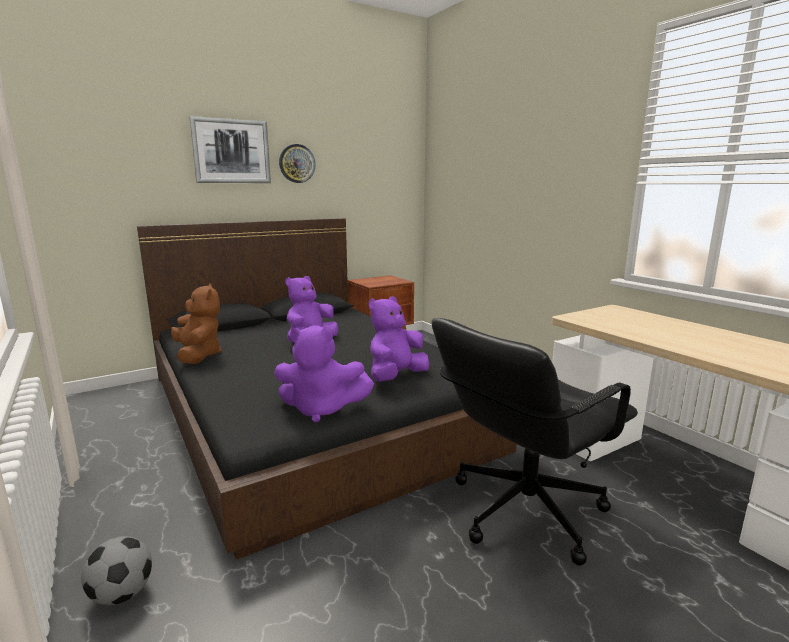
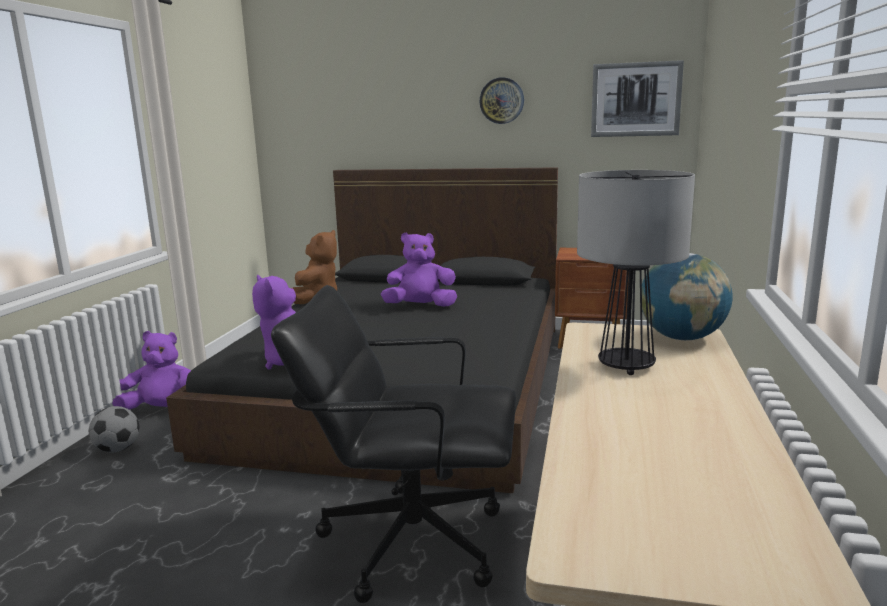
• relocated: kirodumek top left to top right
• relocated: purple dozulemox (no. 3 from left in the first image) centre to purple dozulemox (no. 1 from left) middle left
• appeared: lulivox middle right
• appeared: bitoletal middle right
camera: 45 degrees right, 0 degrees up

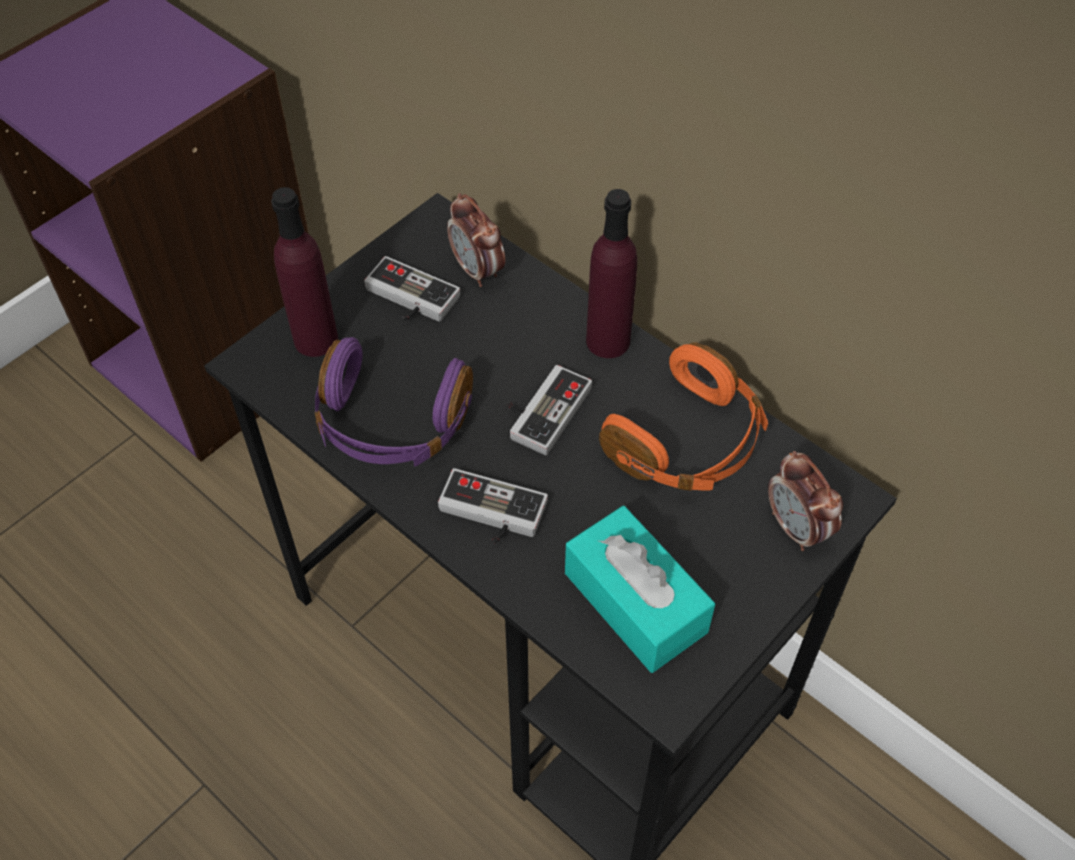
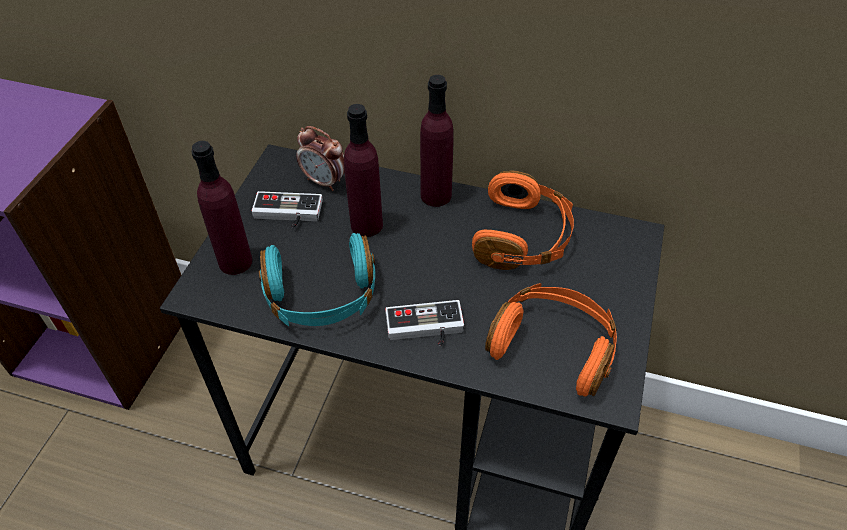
• colour: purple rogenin centre to turquoise rogenin centre
• missing: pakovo (no. 3 from left) centre
• missing: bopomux (no. 2 from left) middle right
• exchanged: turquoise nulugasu bottom centre to orange rogenin (no. 2 from left) centre
• appeared: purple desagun (no. 2 from left) top centre
camera: 25 degrees left, 5 degrees down

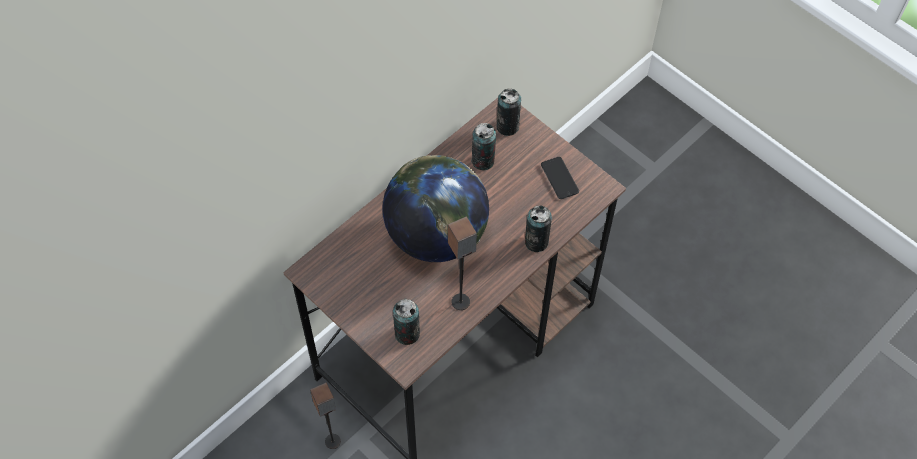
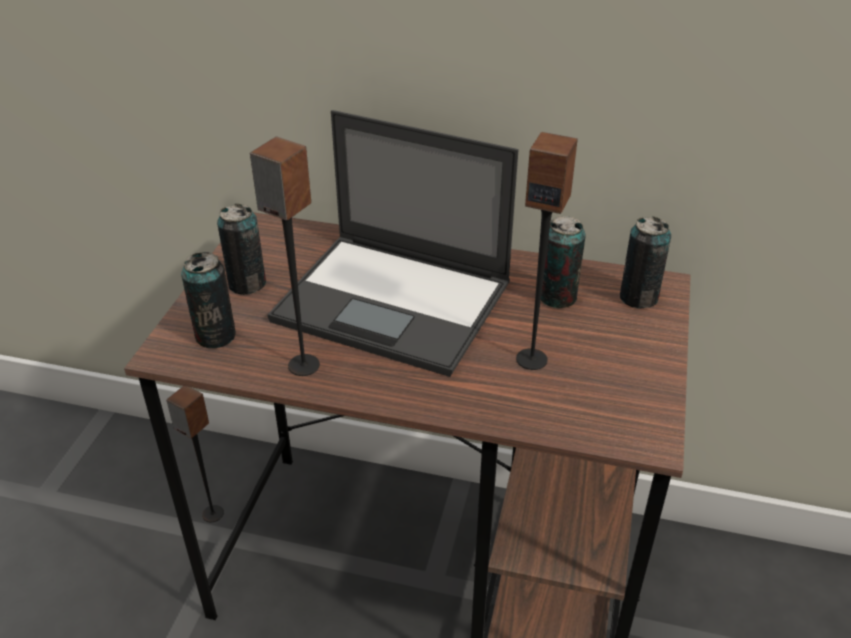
• exchanged: bitoletal centre to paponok centre
• missing: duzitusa centre
• relocated: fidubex (no. 4 from left in the first image) centre to fidubex (no. 2 from left) middle left
• appeared: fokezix (no. 3 from left) centre
camera: 60 degrees right, 20 degrees down

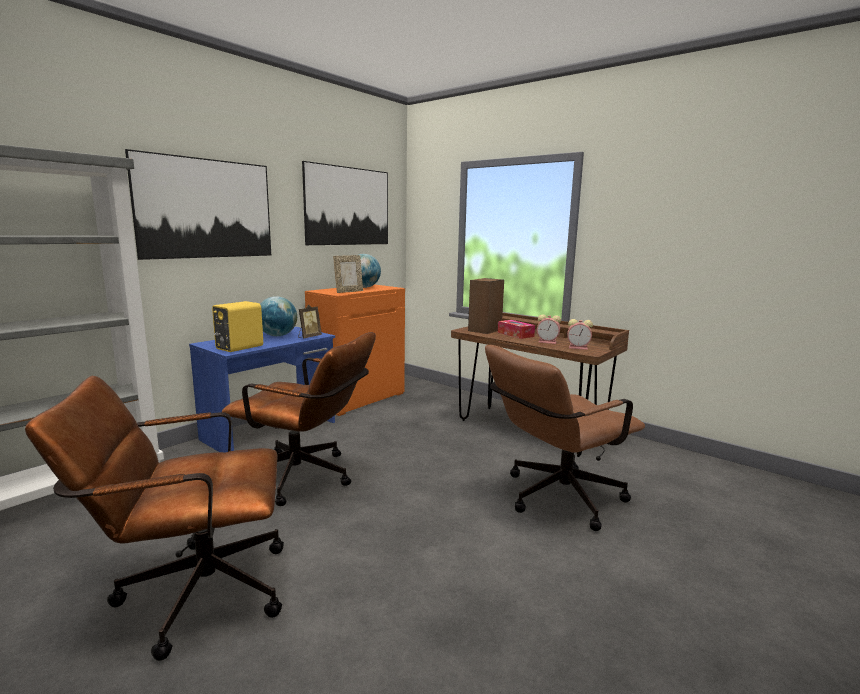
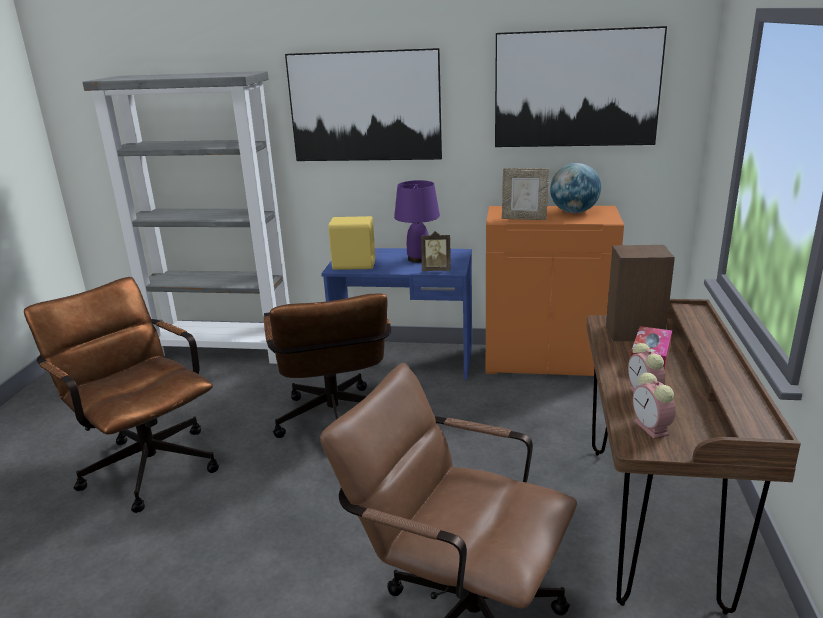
• exchanged: bitoletal (no. 1 from left) middle left to purple lulivox centre
camera: 60 degrees right, 10 degrees up

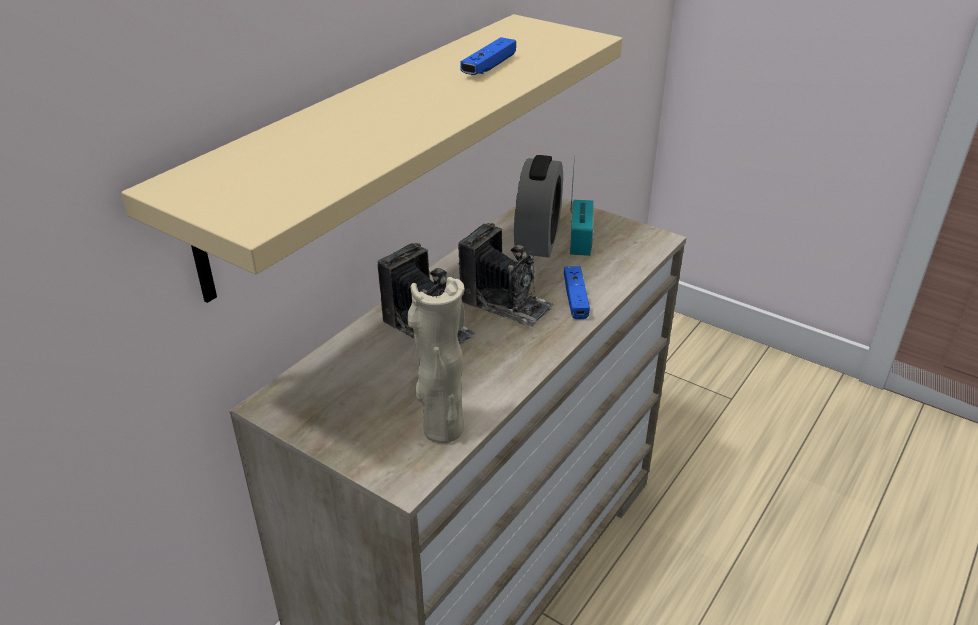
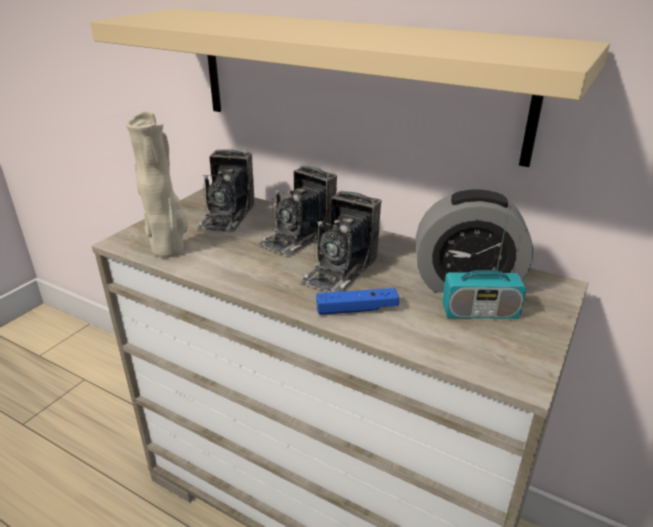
• missing: blue pakovo (no. 1 from left) top centre
• appeared: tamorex (no. 1 from left) centre
camera: 85 degrees right, 5 degrees down

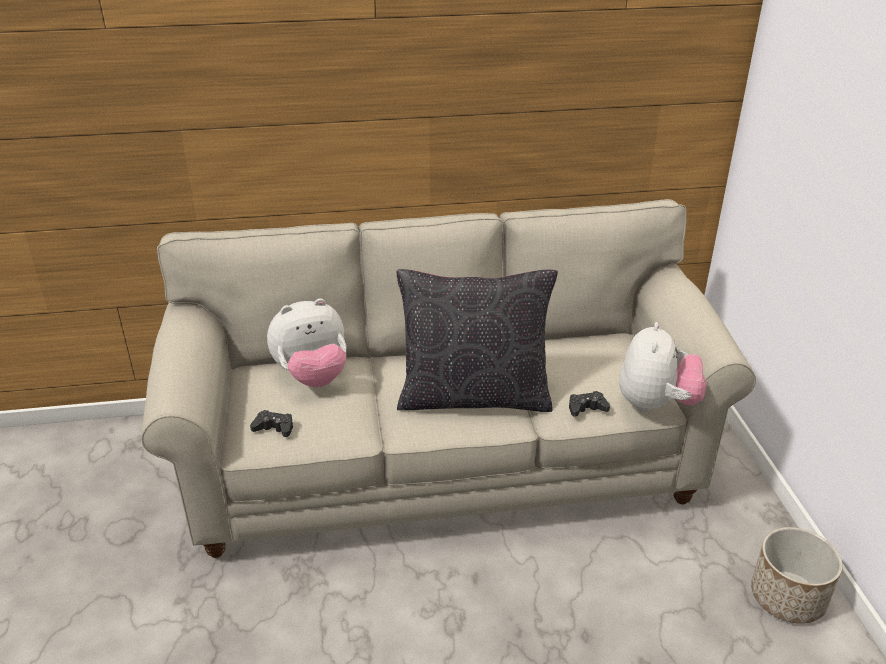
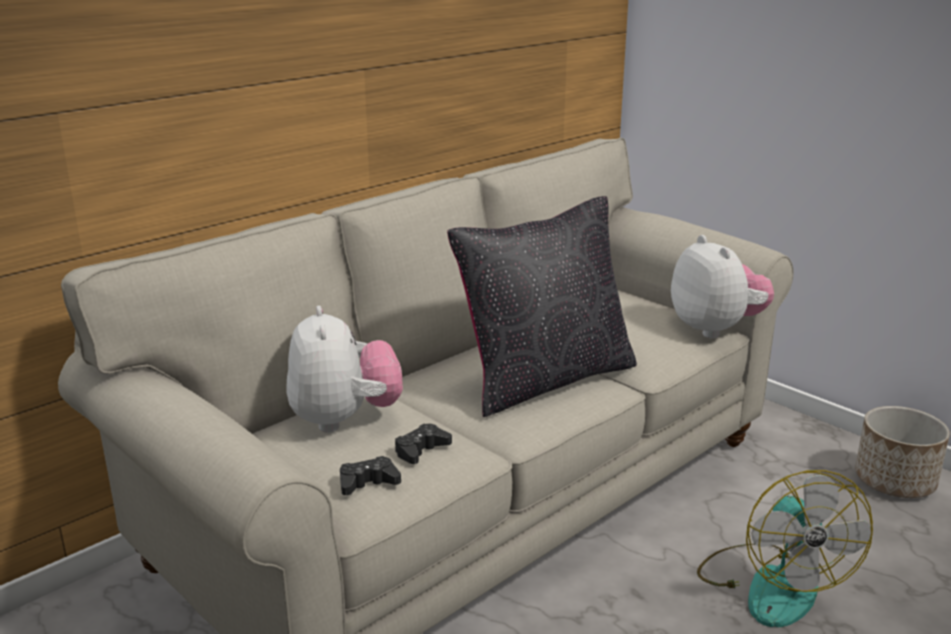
• spun: dozulemox (no. 1 from left) centre = centre 45 degrees counterclockwise
• relocated: black pakovo (no. 2 from left) centre to bottom centre
• appeared: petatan bottom right
camera: 35 degrees left, 10 degrees down

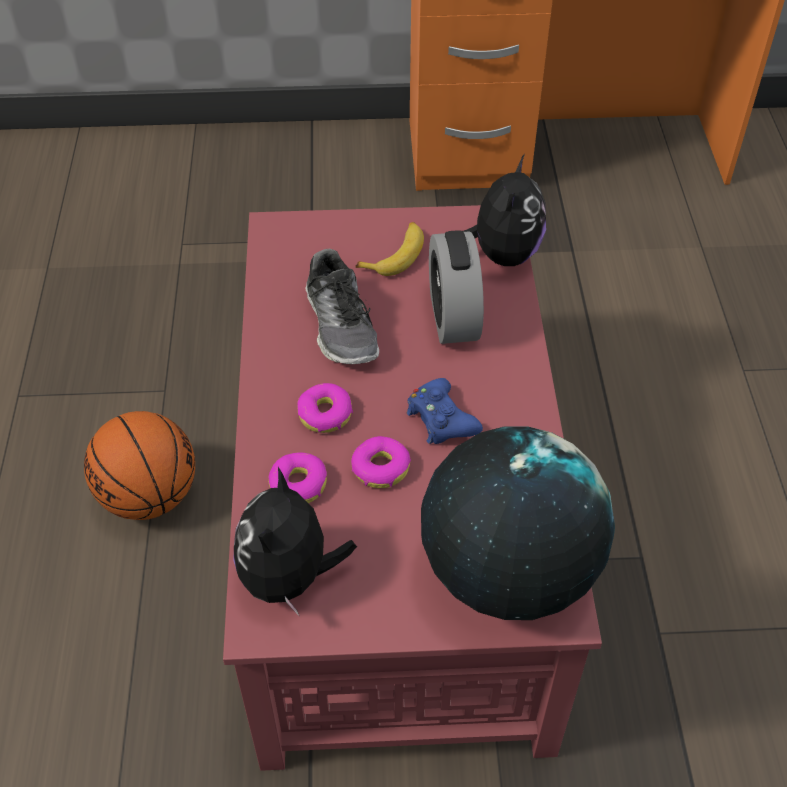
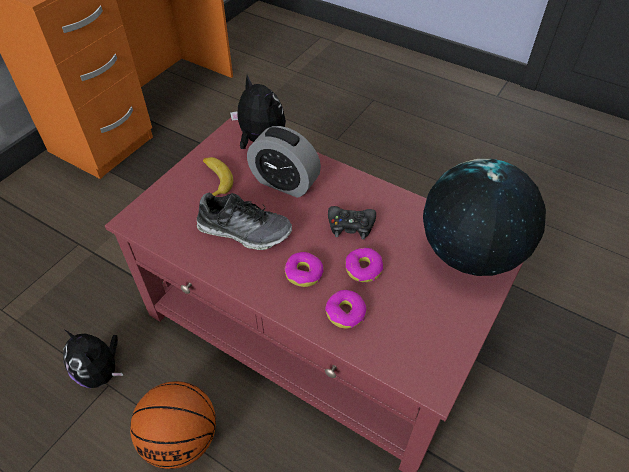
• colour: blue pakovo centre to black pakovo centre
• relocated: dozulemox (no. 1 from left) bottom centre to bottom left
camera: 55 degrees left, 0 degrees up

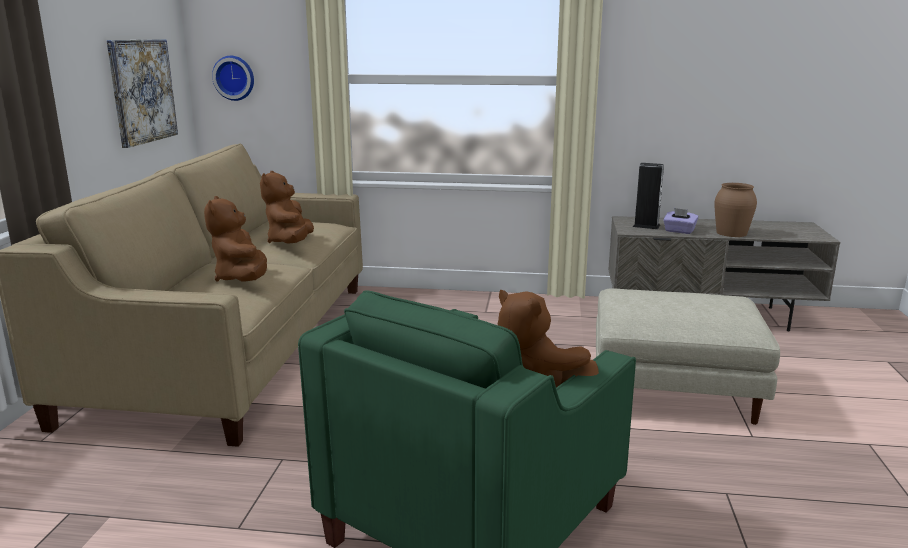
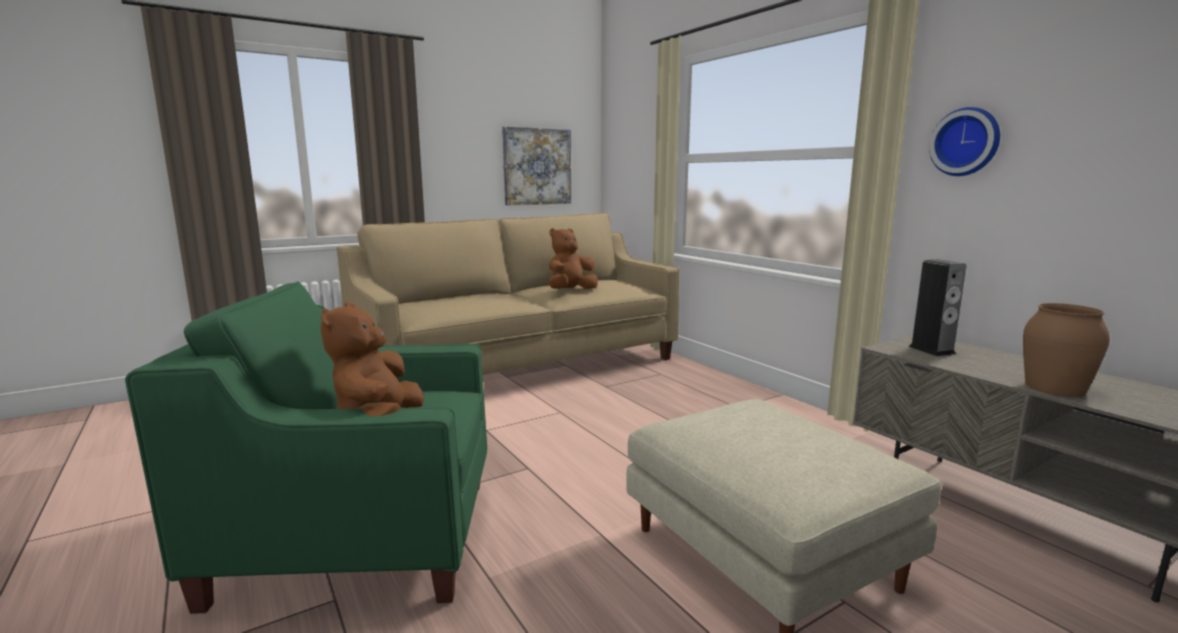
• relocated: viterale top left to top right
• missing: brown dozulemox (no. 1 from left) middle left
• missing: purple nulugasu middle right
camera: 50 degrees right, 5 degrees down

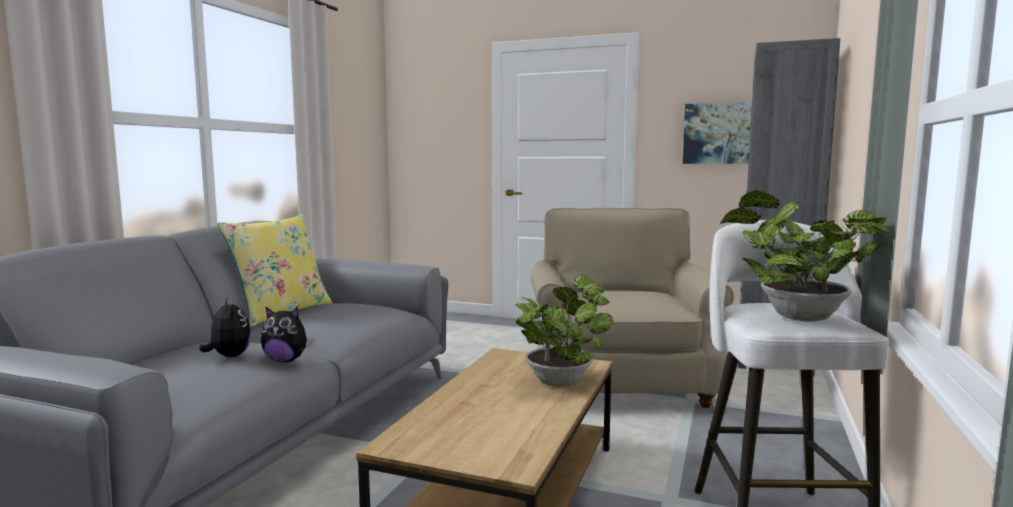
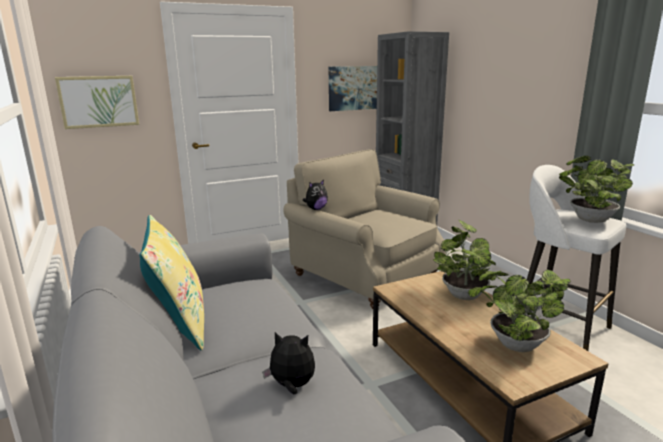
• relocated: dozulemox (no. 2 from left) middle left to centre
• appeared: kirodumek (no. 1 from left) top left
• appeared: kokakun (no. 2 from left) bottom right
camera: 45 degrees left, 10 degrees up

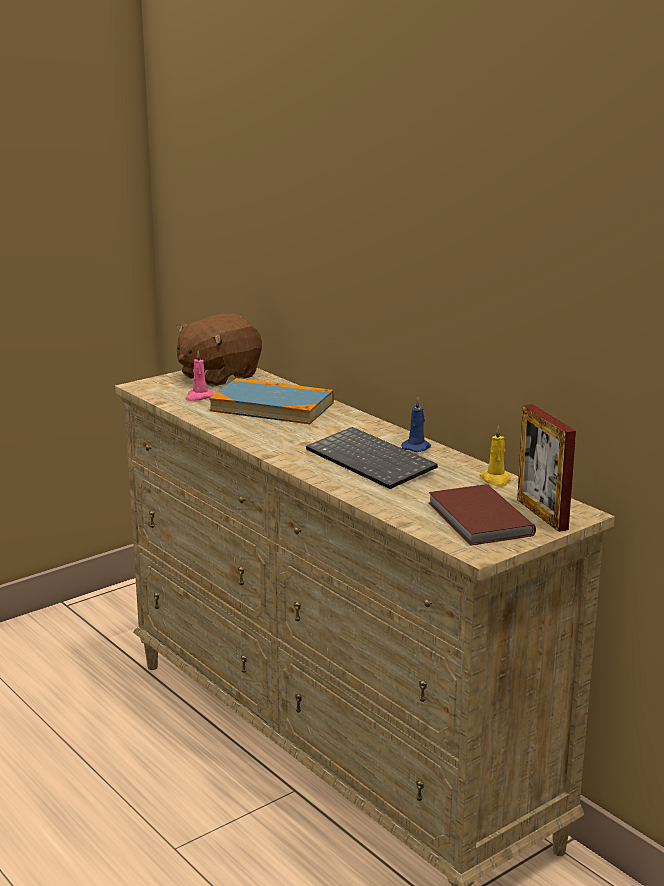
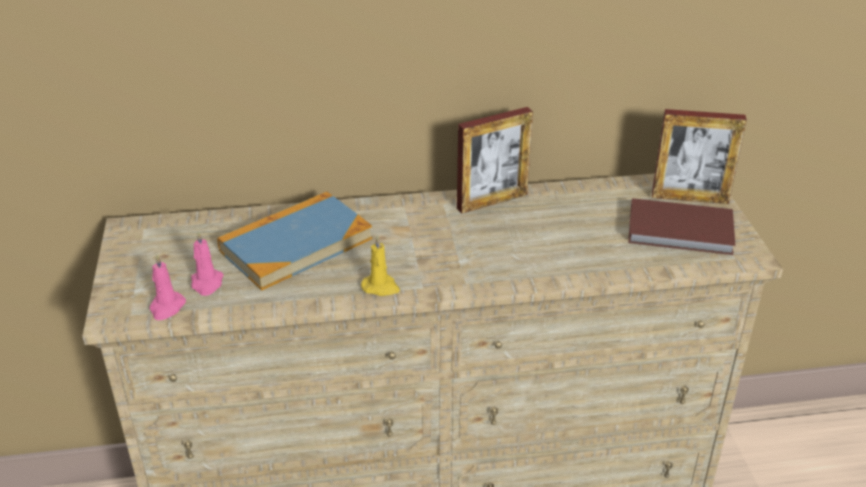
• missing: brown dozulemox middle left
• exchanged: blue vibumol centre to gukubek (no. 1 from left) top centre
• relocated: yellow vibumol middle right to centre
• missing: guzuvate centre
• appeared: pink vibumol (no. 1 from left) middle left
camera: 60 degrees left, 15 degrees up

